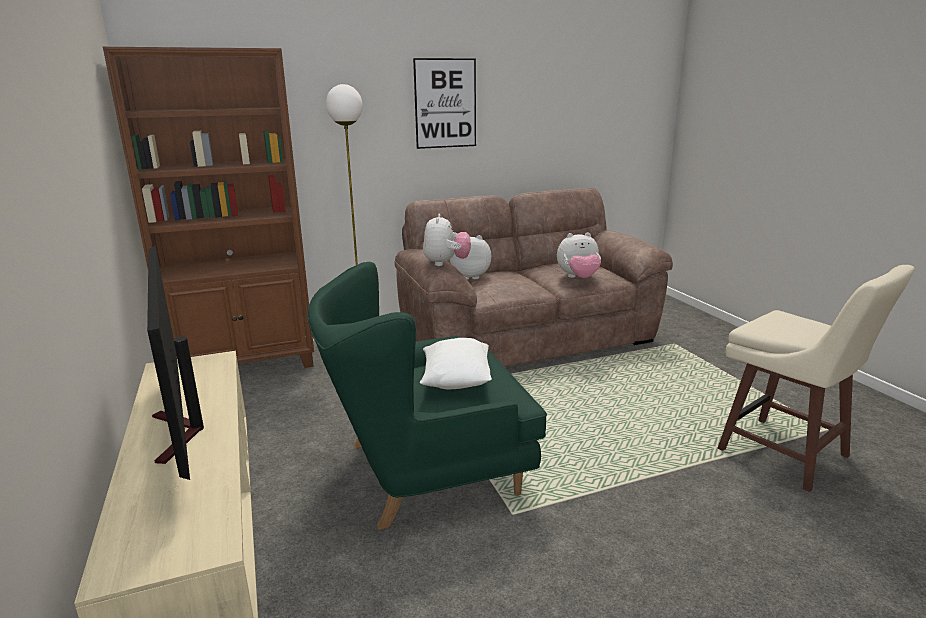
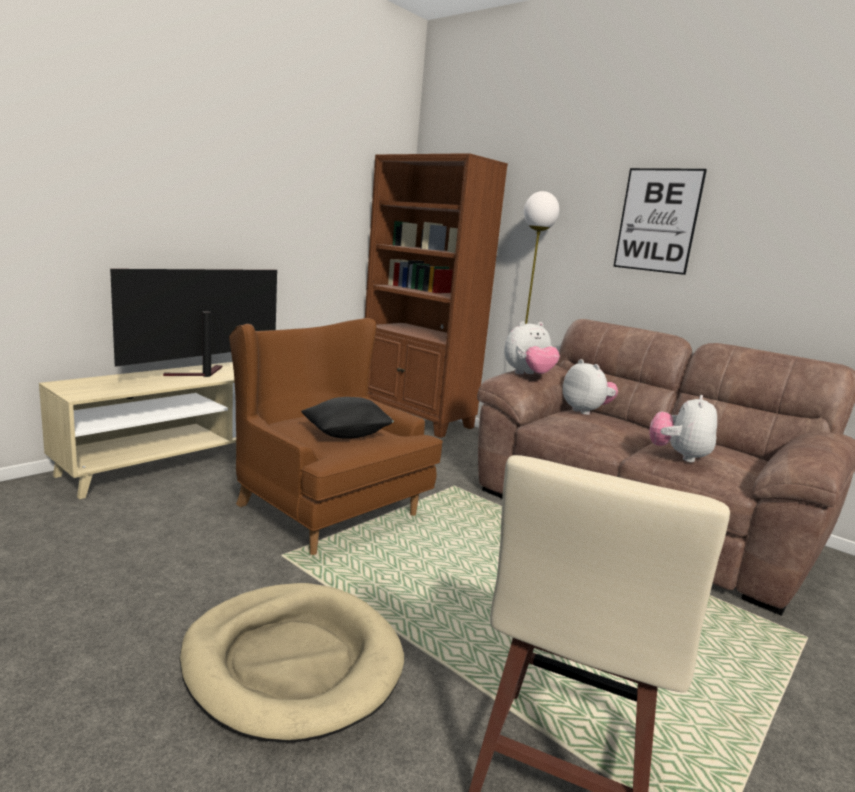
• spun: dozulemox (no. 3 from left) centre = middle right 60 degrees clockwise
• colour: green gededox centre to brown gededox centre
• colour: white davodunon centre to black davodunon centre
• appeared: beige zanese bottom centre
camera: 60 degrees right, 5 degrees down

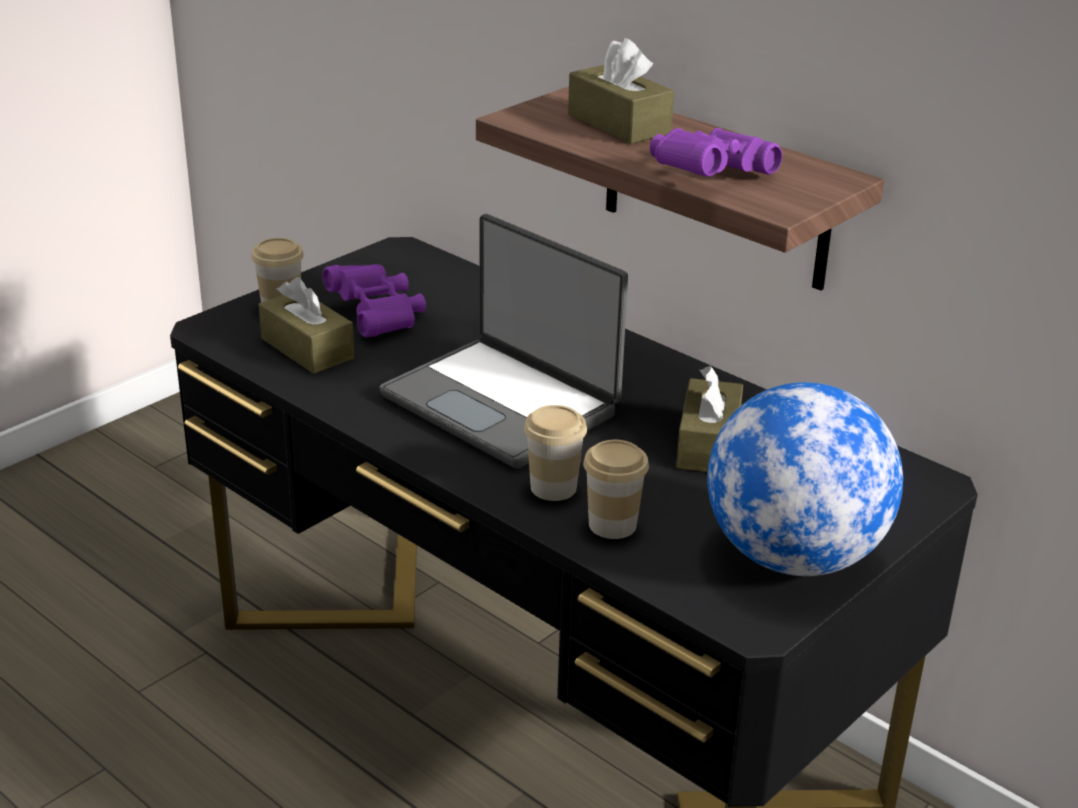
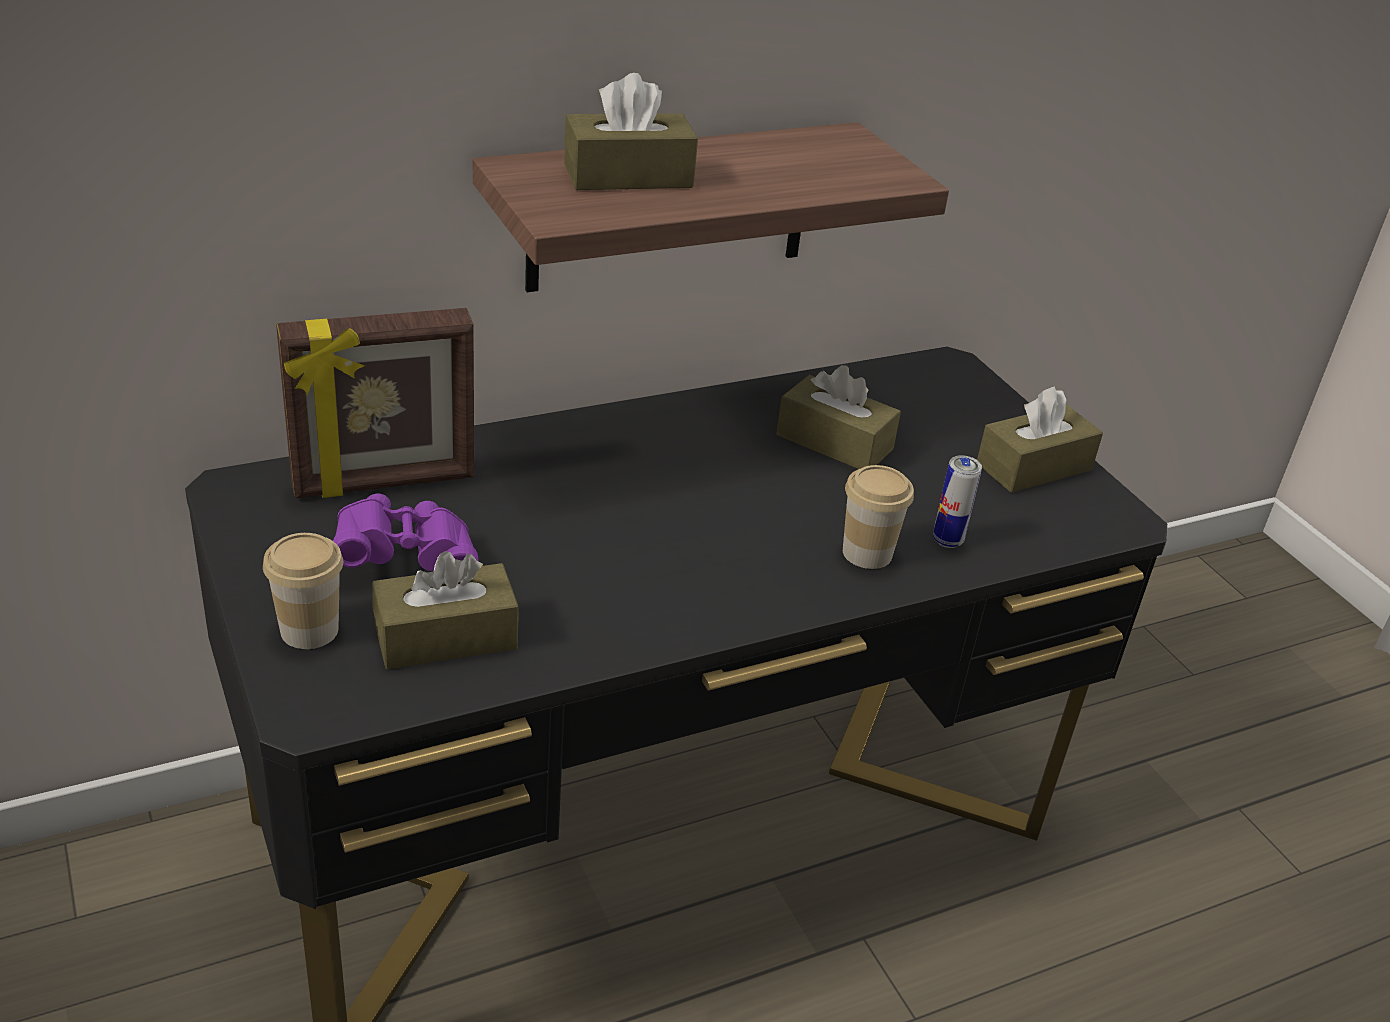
• missing: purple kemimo (no. 2 from left) top centre
• missing: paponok centre
• exchanged: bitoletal middle right to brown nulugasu (no. 4 from left) middle right
• exchanged: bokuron (no. 3 from left) centre to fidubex middle right
• appeared: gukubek middle left
camera: 70 degrees left, 5 degrees up

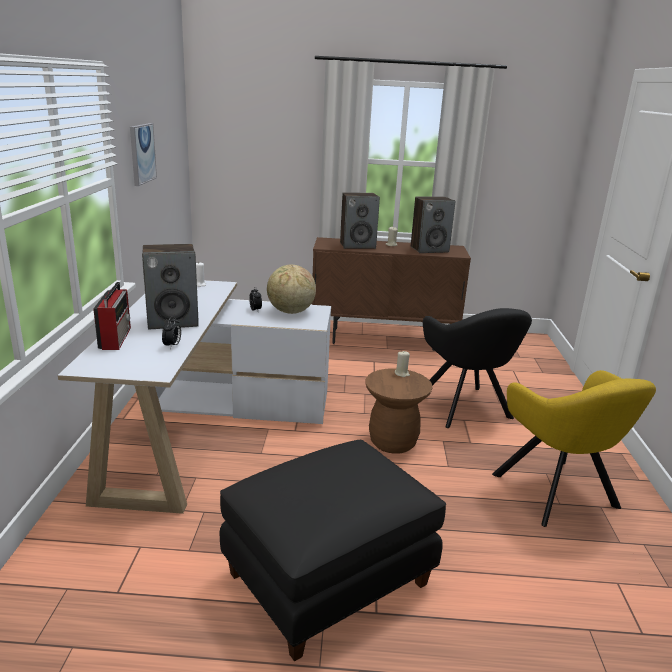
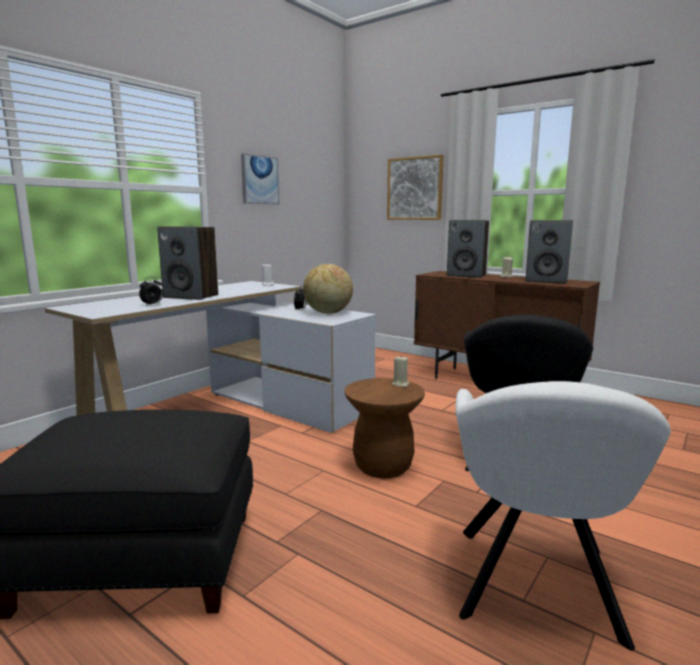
• missing: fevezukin middle left
• colour: yellow gededox bottom right to white gededox bottom right
• appeared: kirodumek (no. 2 from left) top centre
camera: 35 degrees right, 10 degrees down

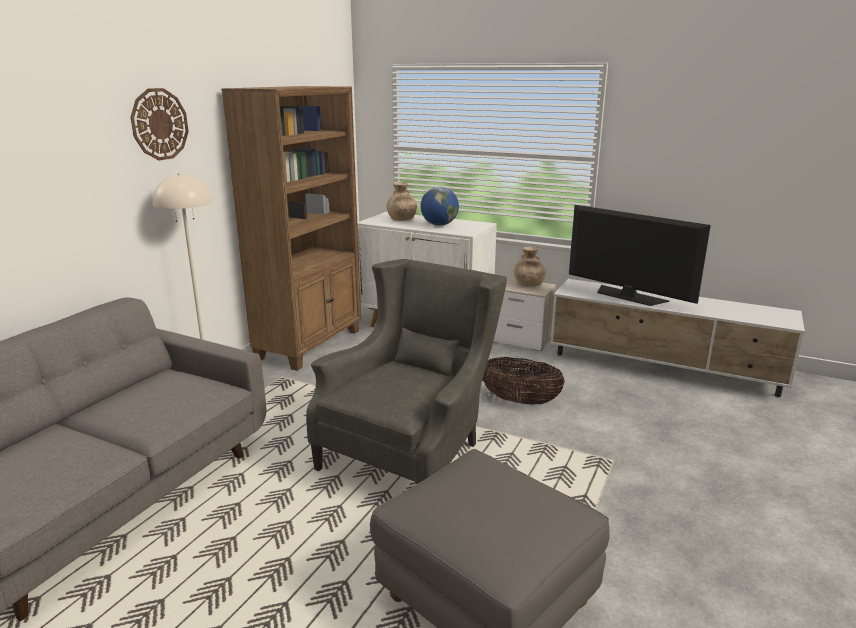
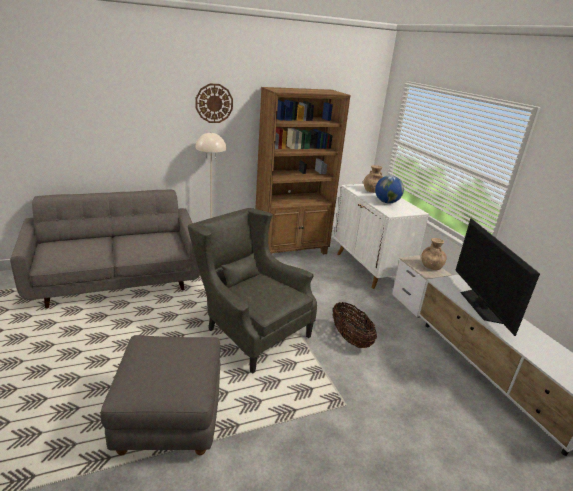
• spun: grey gededox centre = centre 120 degrees counterclockwise
camera: 40 degrees right, 5 degrees up

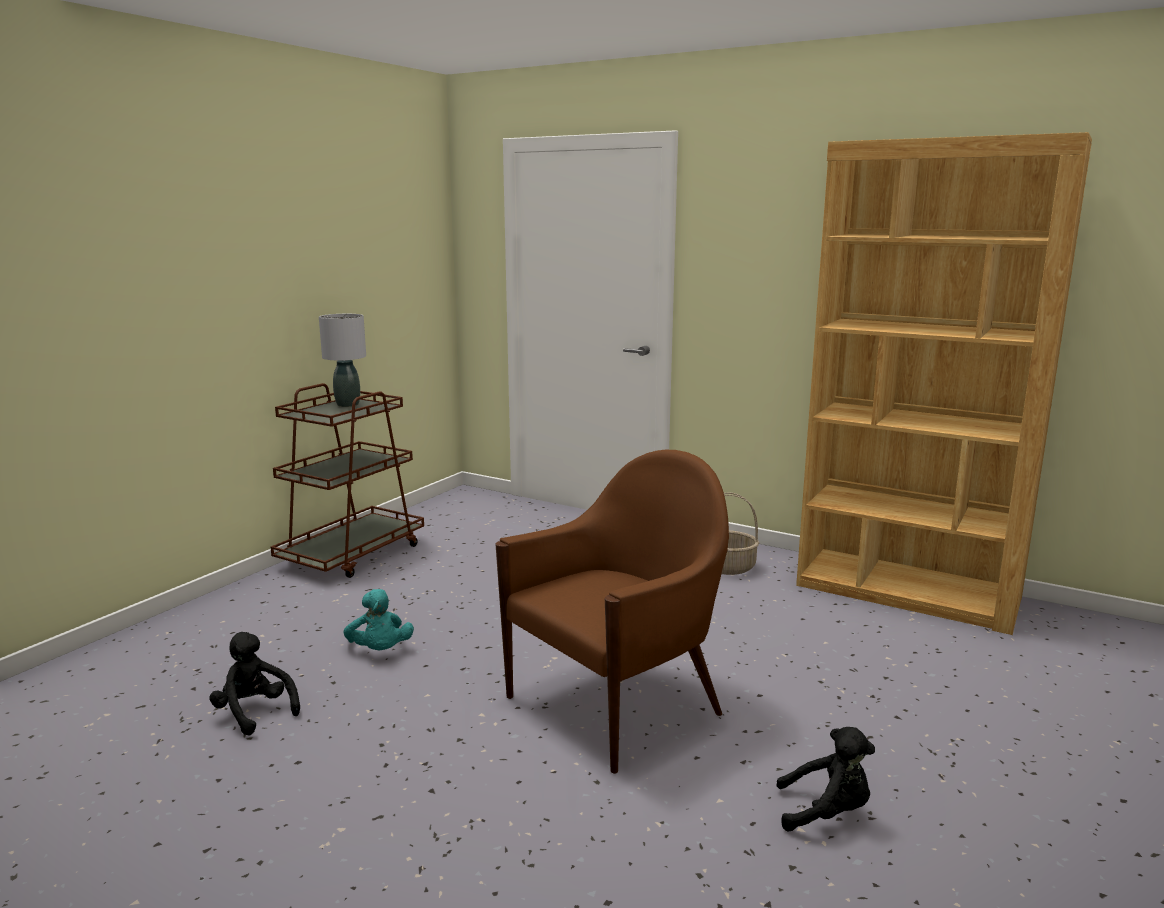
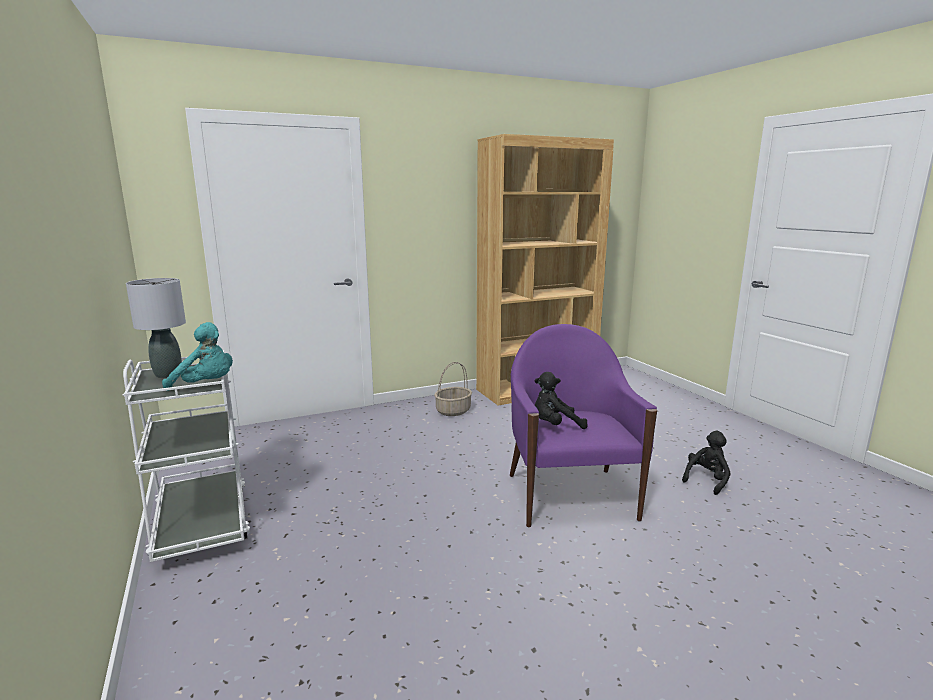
• colour: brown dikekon middle left to white dikekon middle left
• colour: brown gededox bottom centre to purple gededox centre
• relocated: turquoise dozulemox bottom left to middle left
• relocated: black dozulemox (no. 1 from left) bottom left to centre
camera: 55 degrees left, 0 degrees up

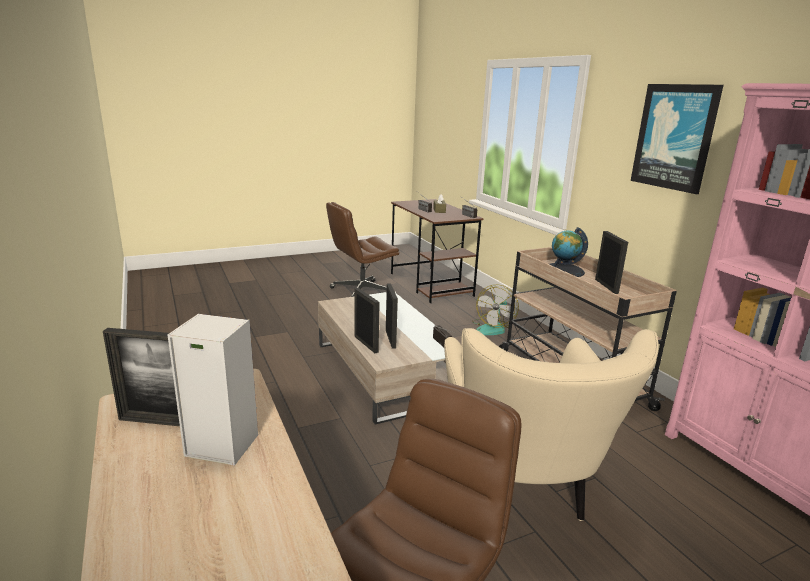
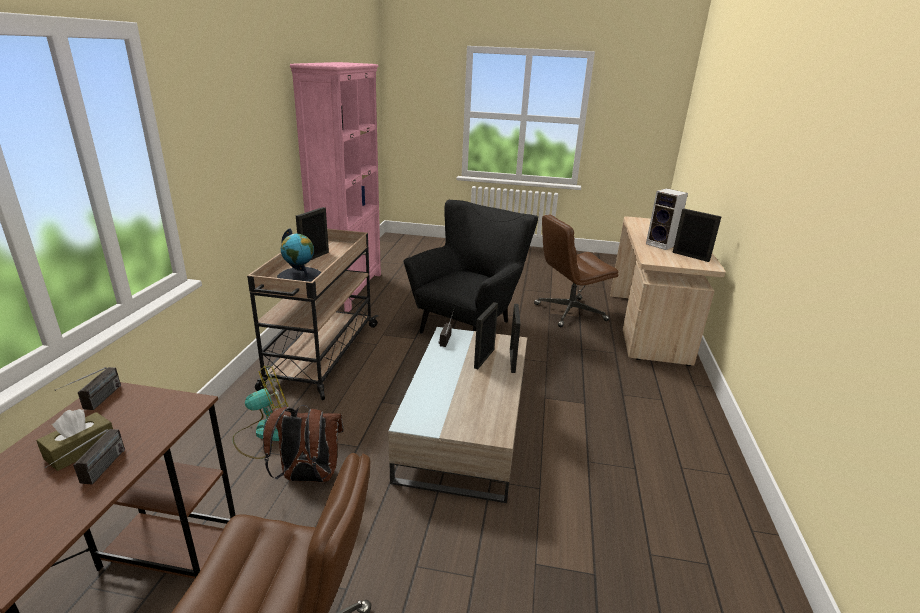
• missing: kirodumek top right
• colour: beige gededox bottom right to black gededox centre
• appeared: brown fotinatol bottom left
camera: 145 degrees left, 5 degrees up

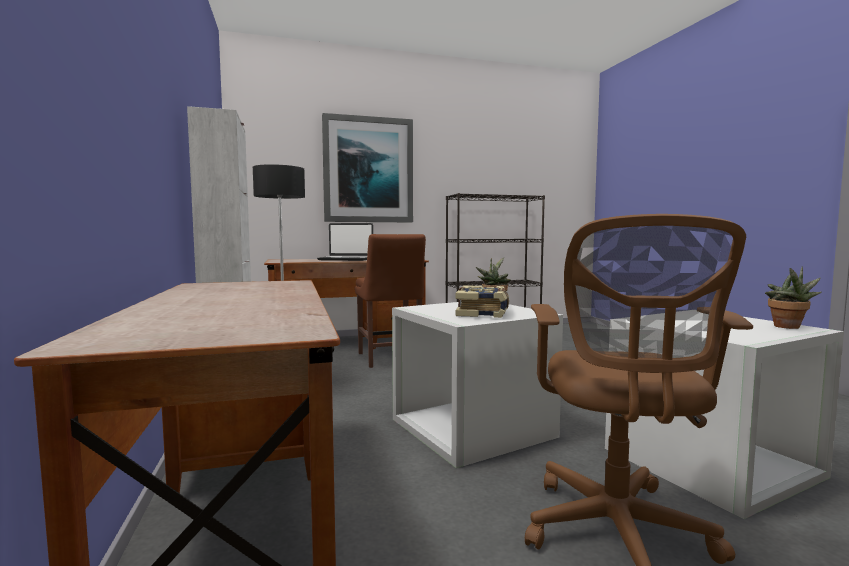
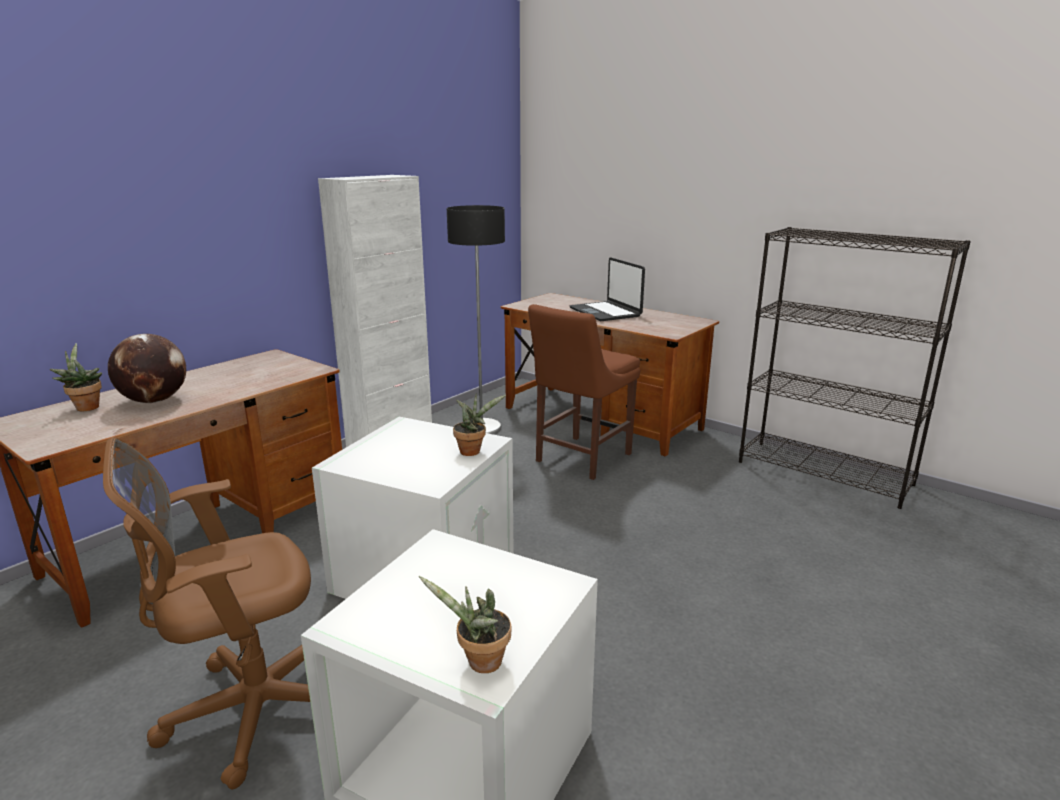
• missing: kirodumek top centre
• missing: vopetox centre
• appeared: bitoletal middle left
• appeared: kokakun (no. 1 from left) middle left
camera: 55 degrees right, 15 degrees up

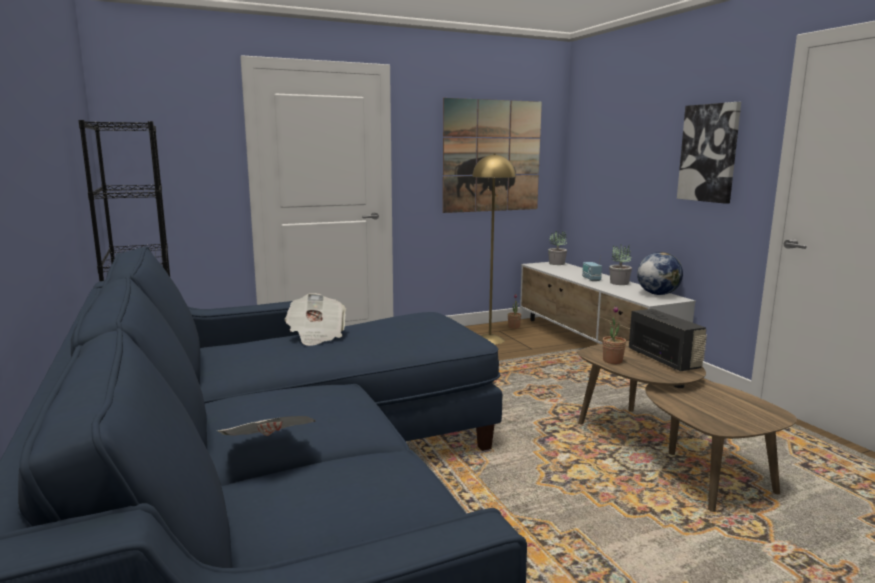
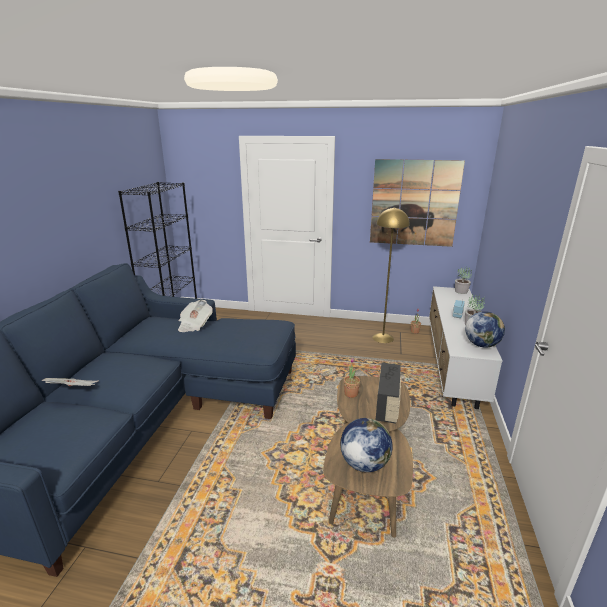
• missing: kirodumek (no. 2 from left) top right
• appeared: bitoletal (no. 1 from left) bottom centre
camera: 35 degrees right, 10 degrees up

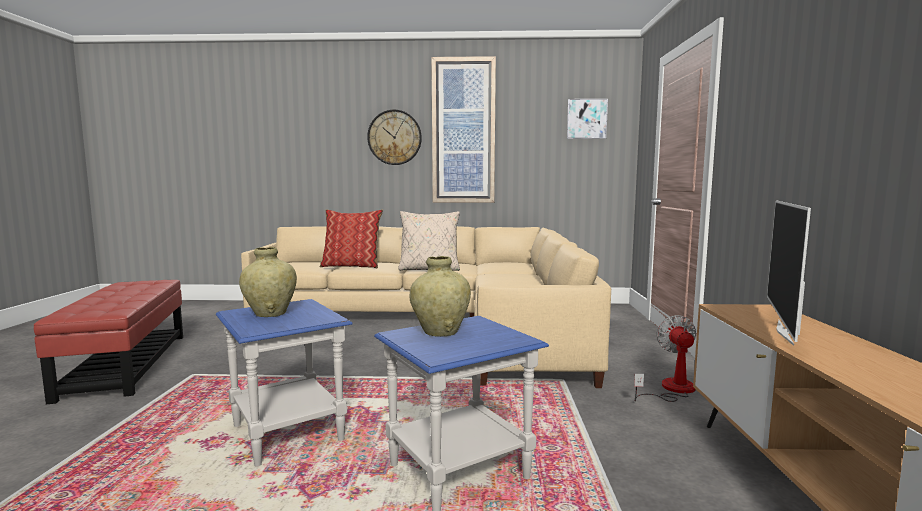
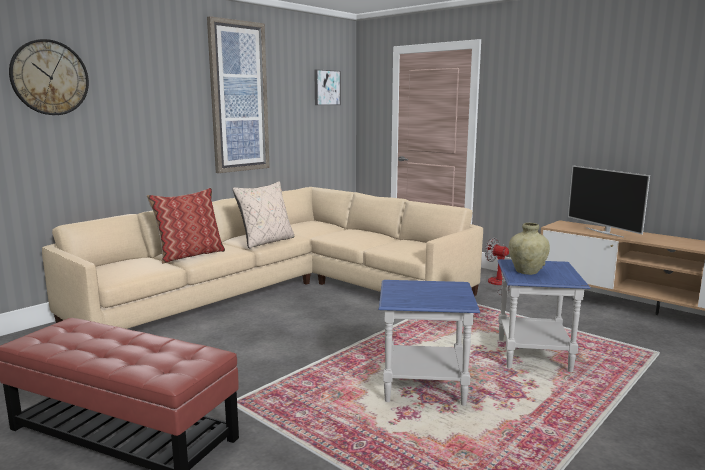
• relocated: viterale top centre to top left
• missing: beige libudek (no. 1 from left) middle left
camera: 50 degrees left, 5 degrees up

